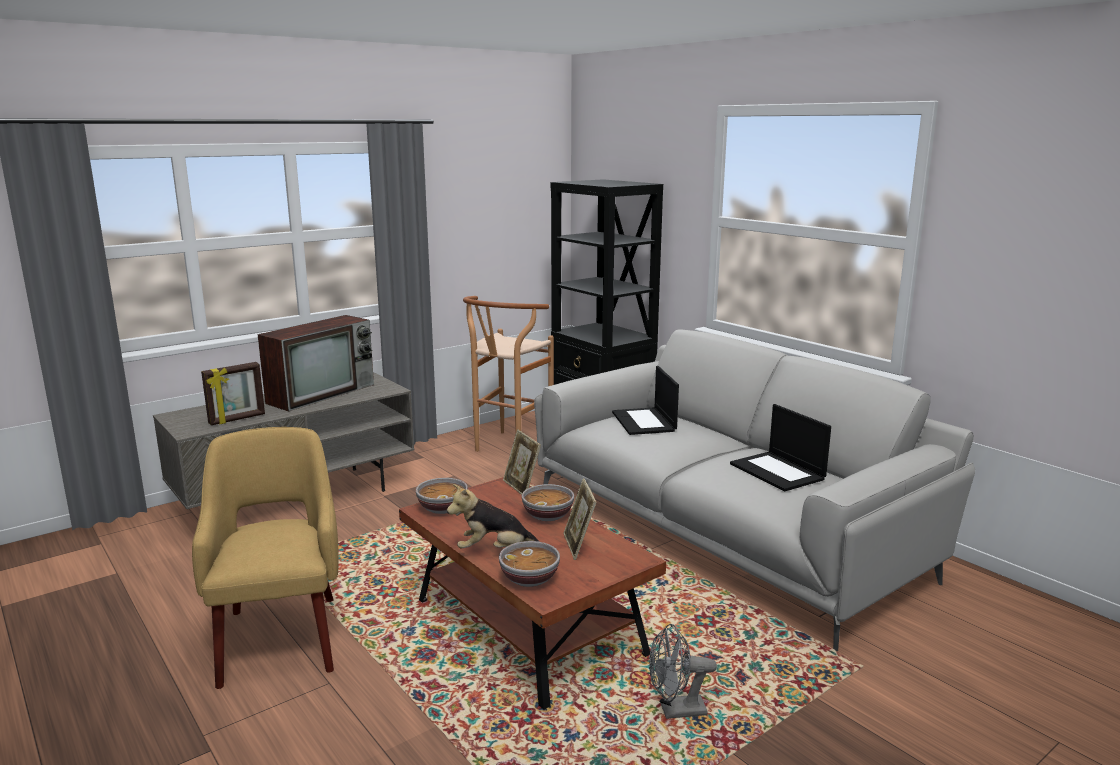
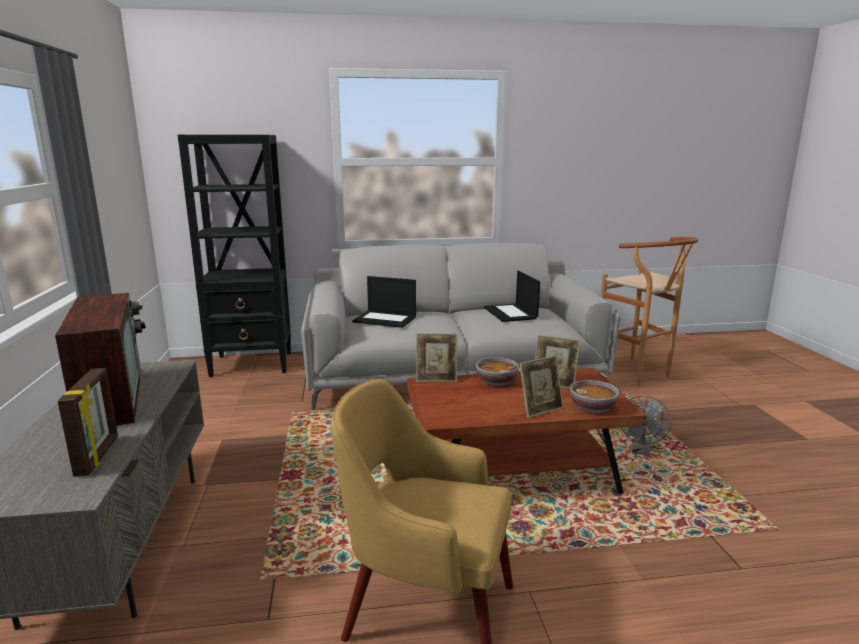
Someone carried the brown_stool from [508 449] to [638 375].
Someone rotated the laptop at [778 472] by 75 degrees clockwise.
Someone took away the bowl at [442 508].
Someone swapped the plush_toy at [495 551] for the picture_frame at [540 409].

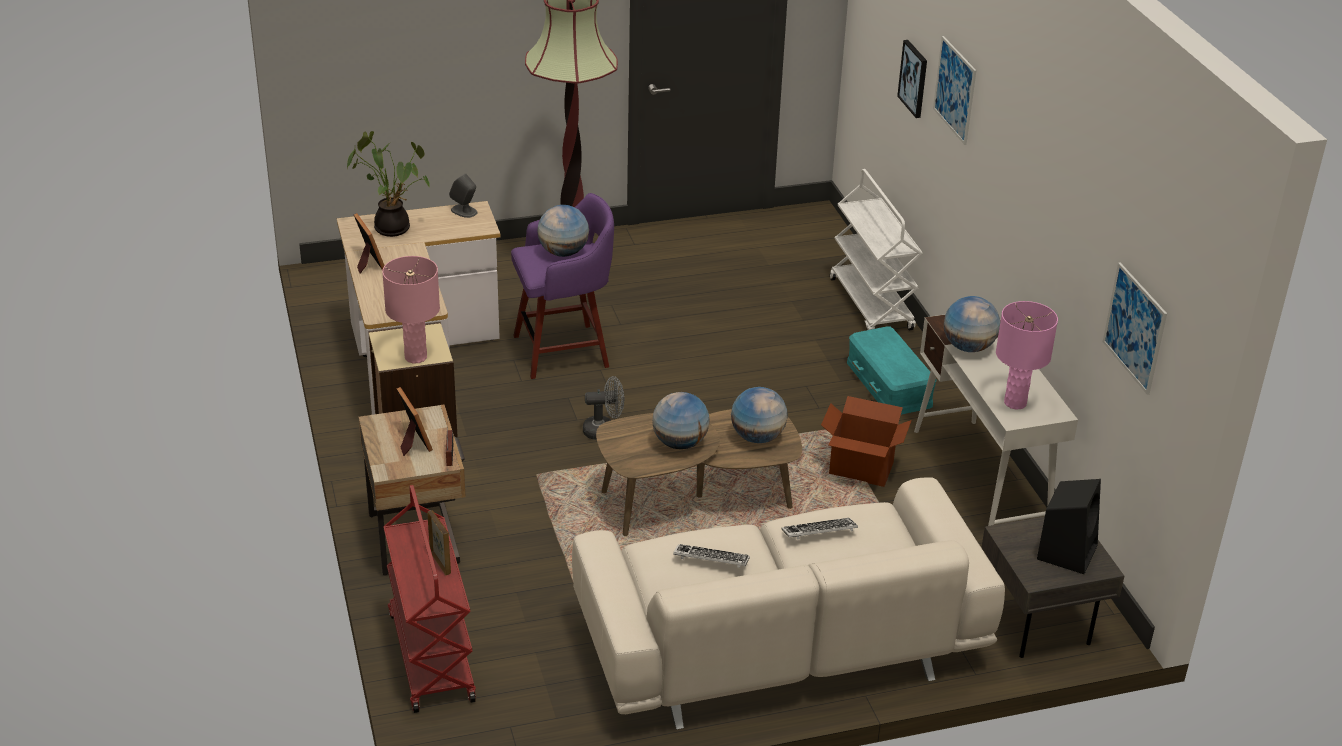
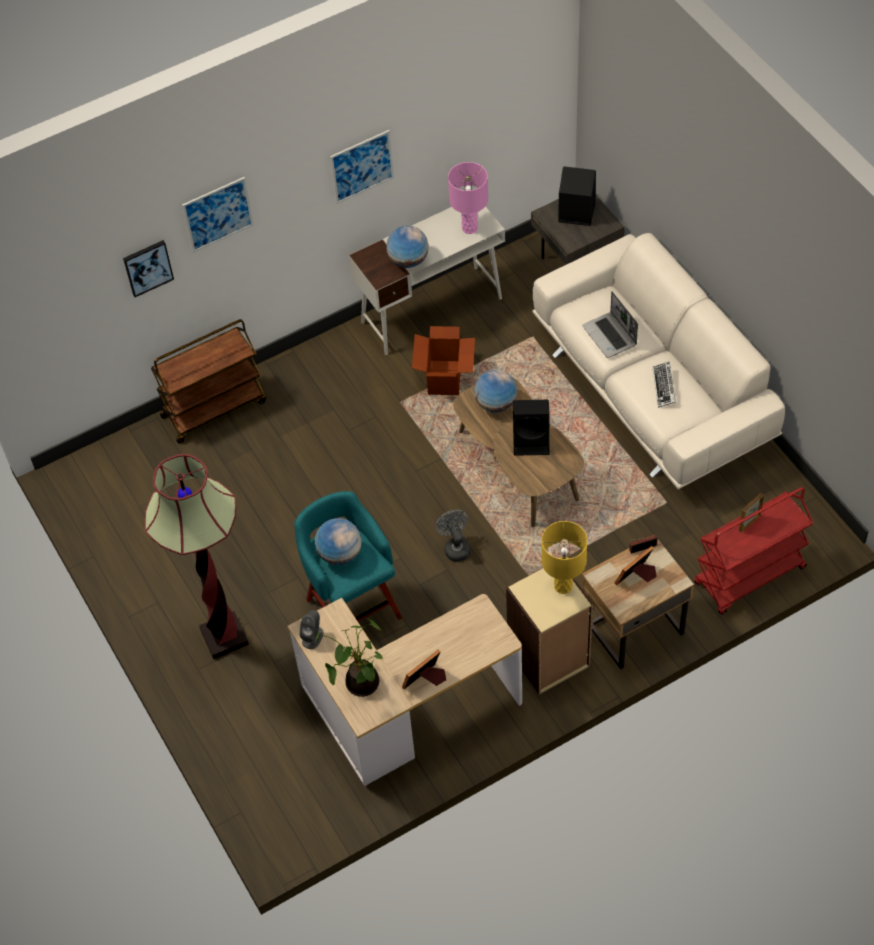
Someone repainted the white_cart at [871 305], which became the brown_cart at [214 408].
Someone repainted the purple_stool at [564 351], which became the turquoise_stool at [352 606].
Someone repainted the pink_table_lamp at [416 357], which became the yellow_table_lamp at [563 586].
Someone carried the picture from [1134 328] to [362 166].
Someone took away the turquoise_storage_box at [890 384].
Someone swapped the globe at [680 443] for the black_speaker at [532 440].
Someone swapped the keyboard at [819 532] for the laptop at [610 336].

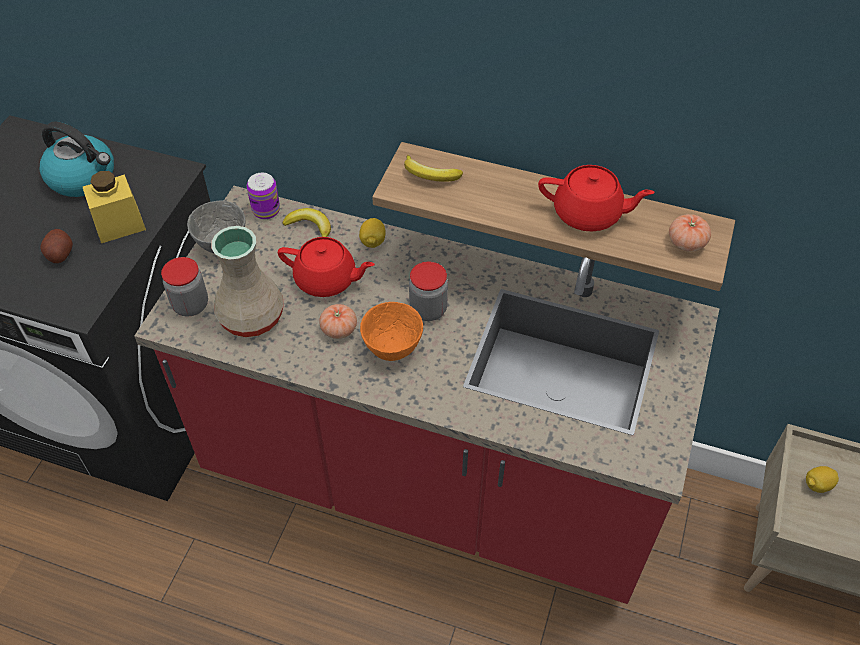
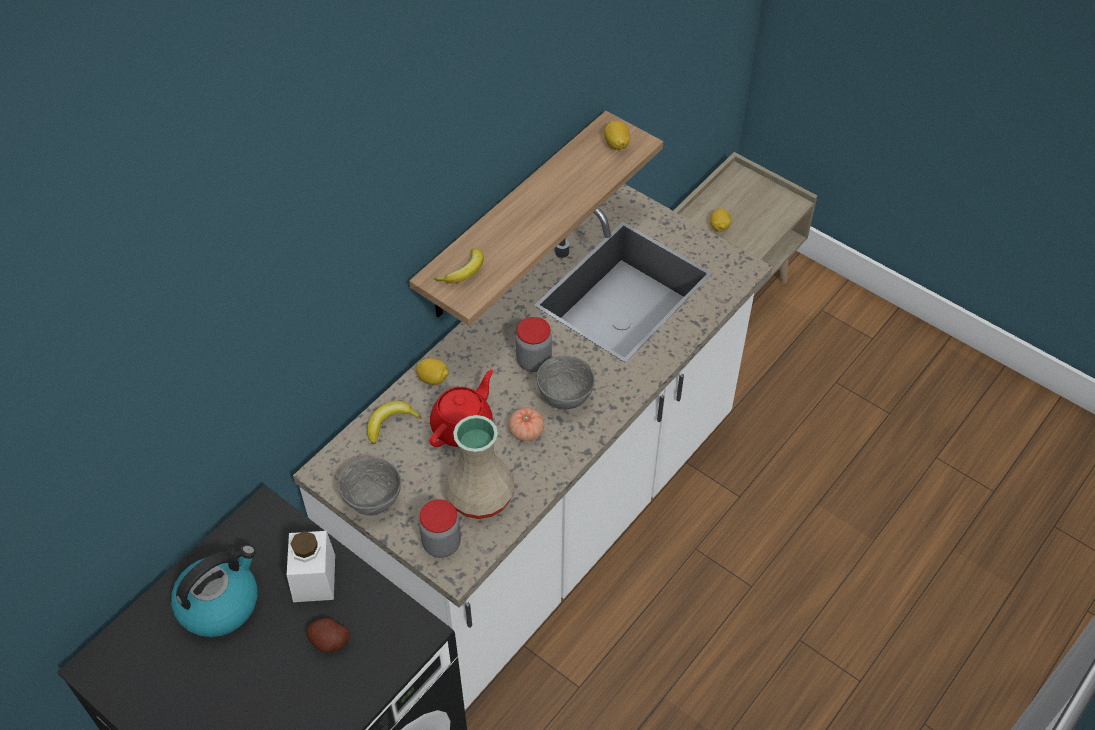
Someone took away the red_teapot at [588 214].
Someone repainted the yellow_jar at [119 224], which became the white_jar at [314 578].
Someone took away the can at [266 210].
Someone repainted the red_counter at [430 480], which became the white_counter at [547 522].
Someone swapped the tomato at [686 242] for the lemon at [616 144].
Someone repainted the orange_bowl at [391 348], which became the grey_bowl at [564 399].

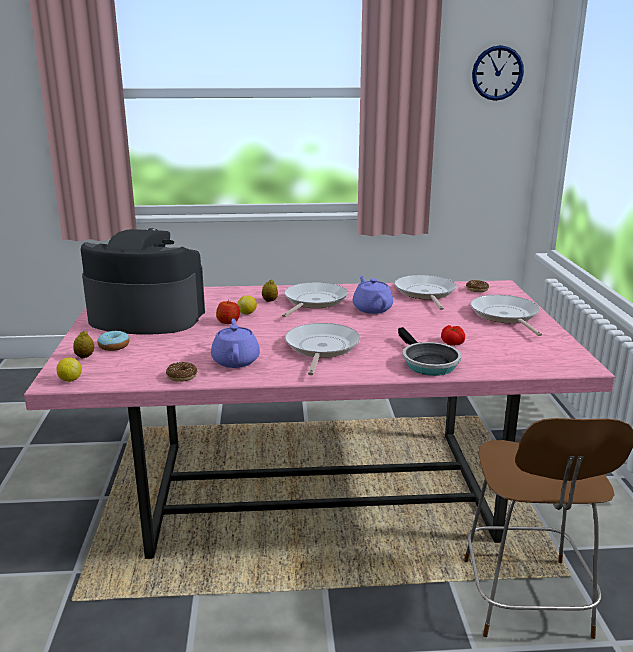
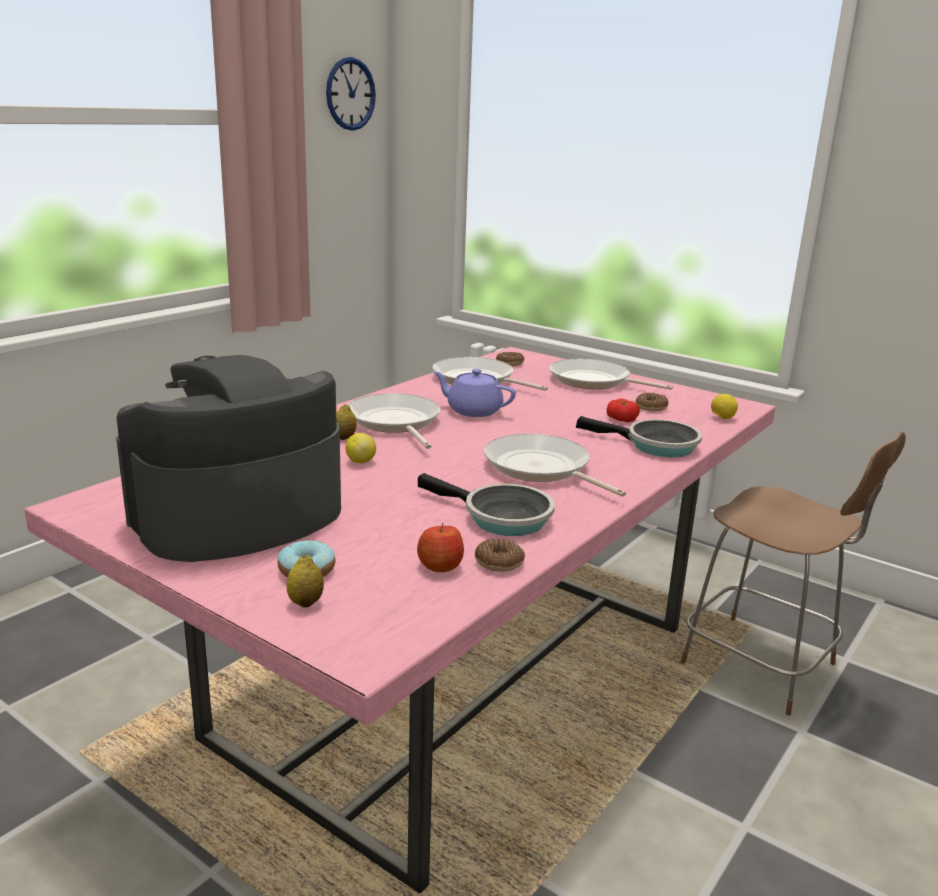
Someone carried the apple from [228 322] to [440 566].
Someone swapped the purple_teapot at [235 360] for the frying_pan at [500 517].
Someone carried the lemon from [70 380] to [722 418].
Someone put down the donut at [651 407].

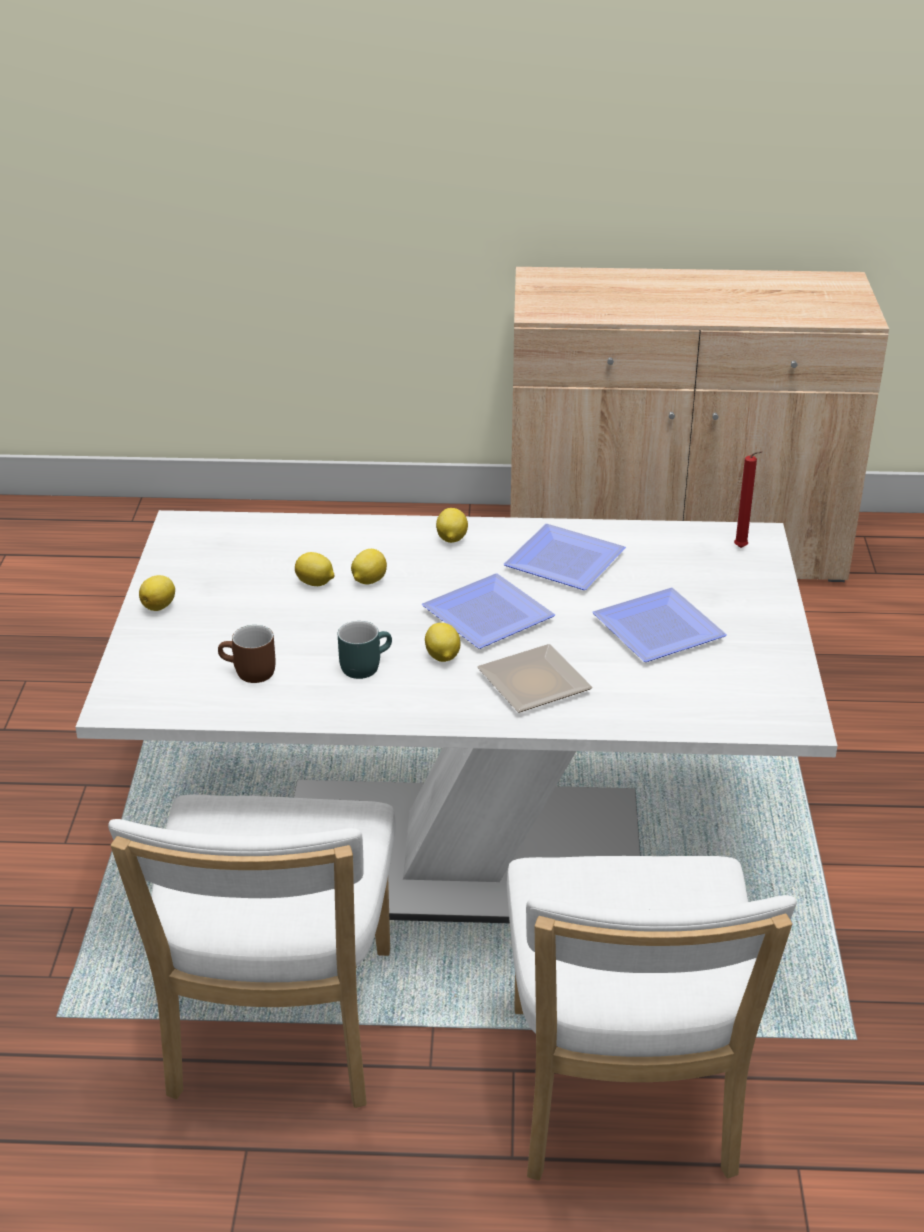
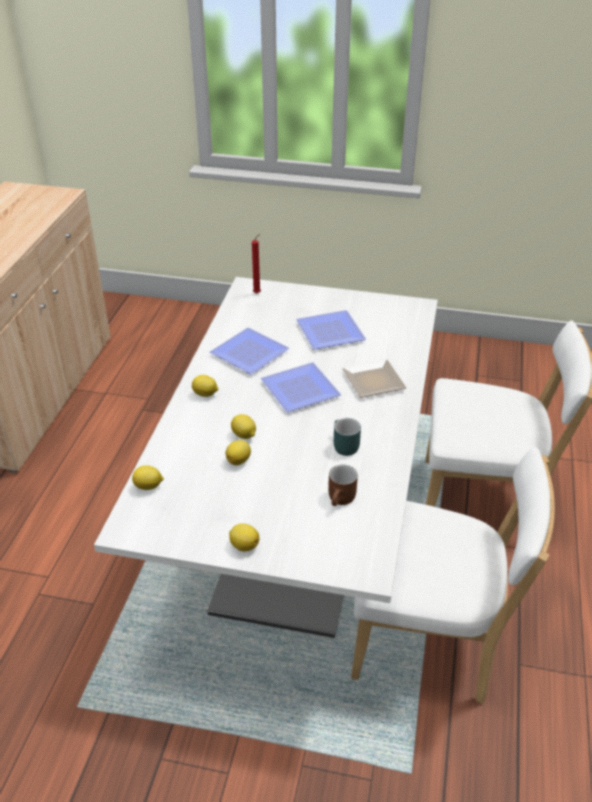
Someone carried the lemon from [442 657] to [149 486].

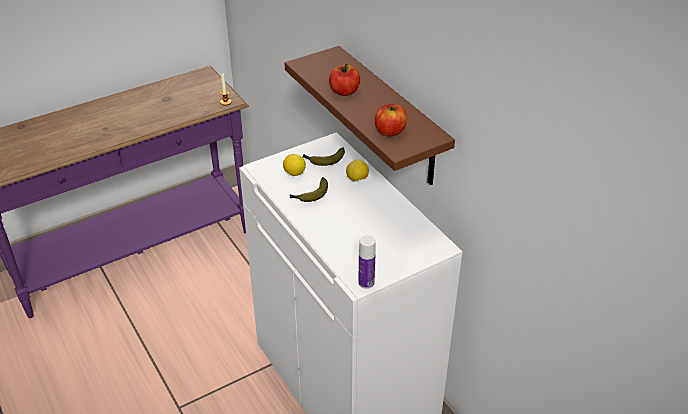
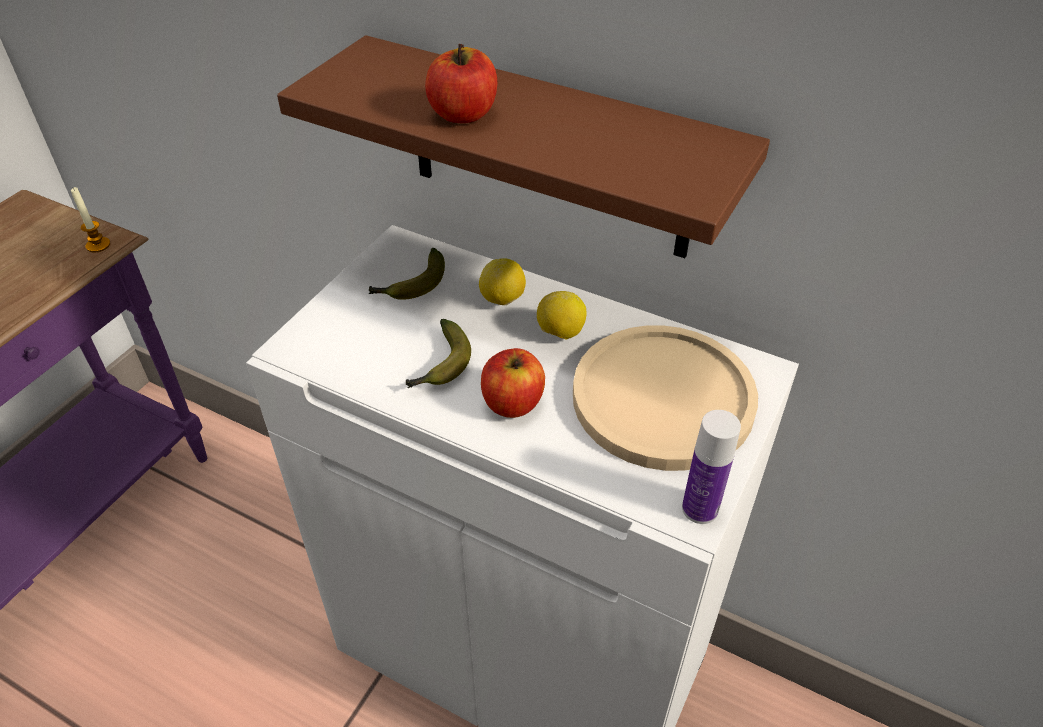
Someone carried the apple from [390 131] to [512 402].
Someone carried the lemon from [294 173] to [560 333].
Someone put down the beige_plate at [663 398].

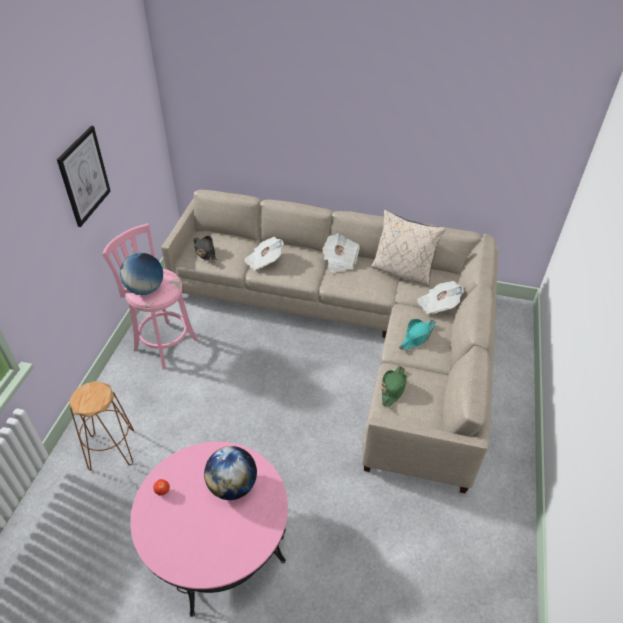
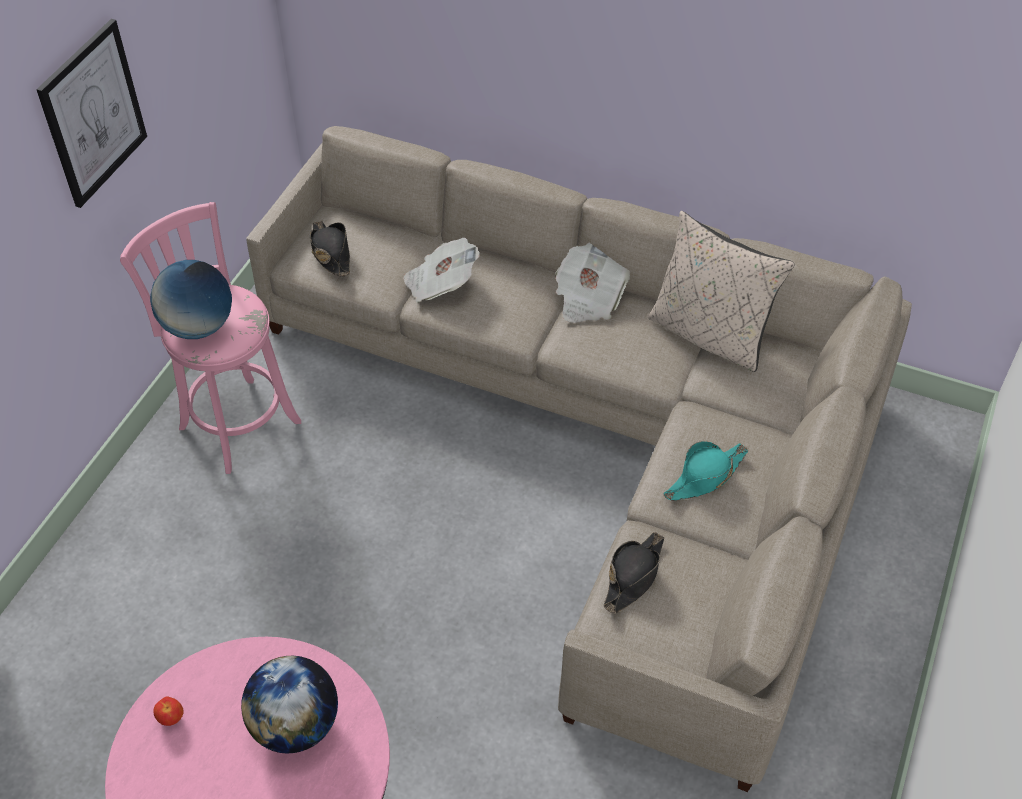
Someone took away the newspaper at [437 305].
Someone repainted the green_hat at [393 388], which became the black_hat at [634 576].
Someone took away the brown_stool at [111 449].

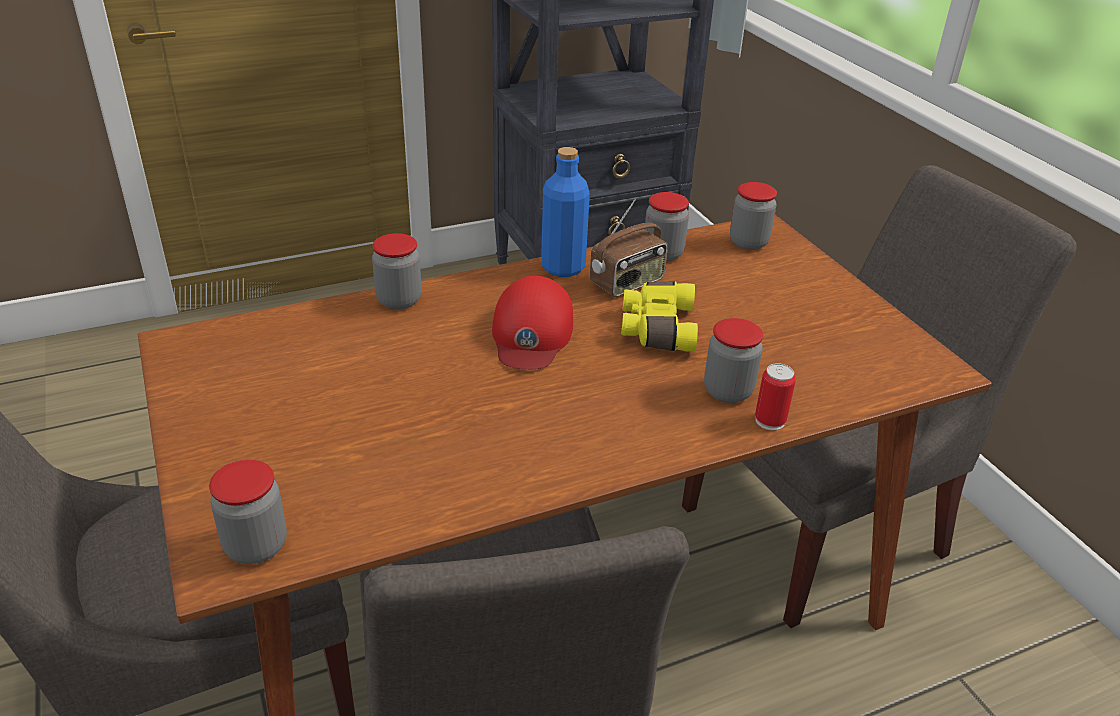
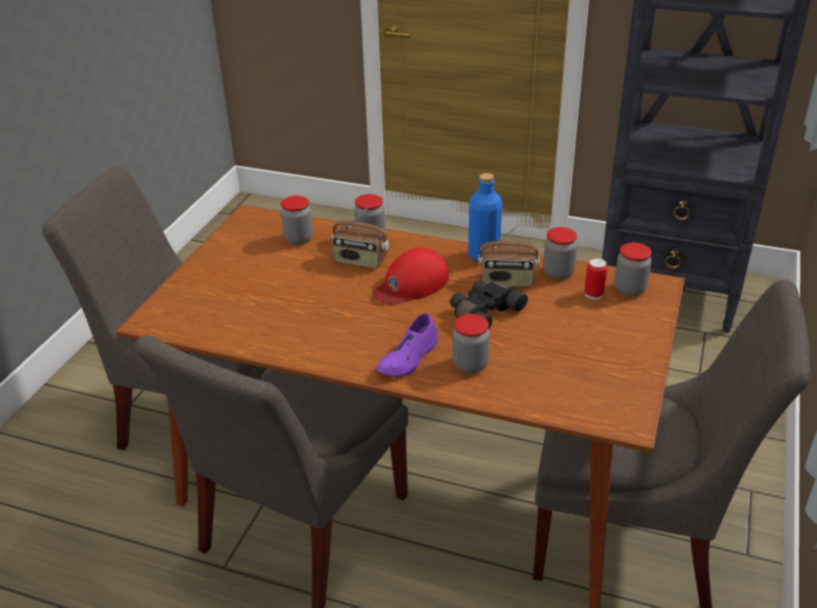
Someone repainted the yellow_binoculars at [656 328], which became the black_binoculars at [484 313].
Someone carried the can from [770 420] to [593 294].
Someone carried the jar from [256 546] to [298 239].
Someone put down the radio at [360 260].
Someone put down the purple_shoe at [408 358].

